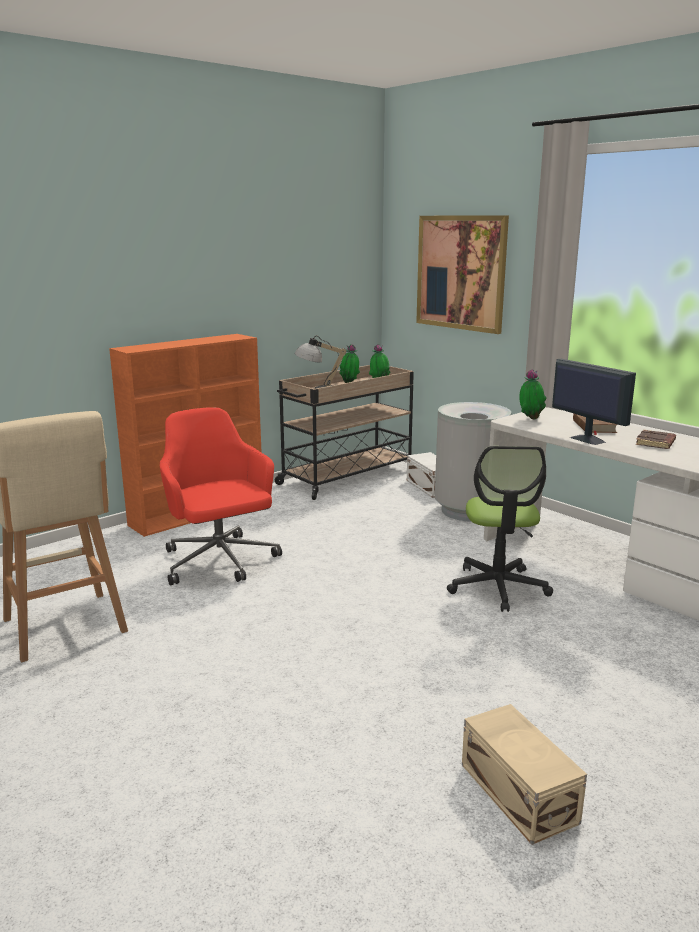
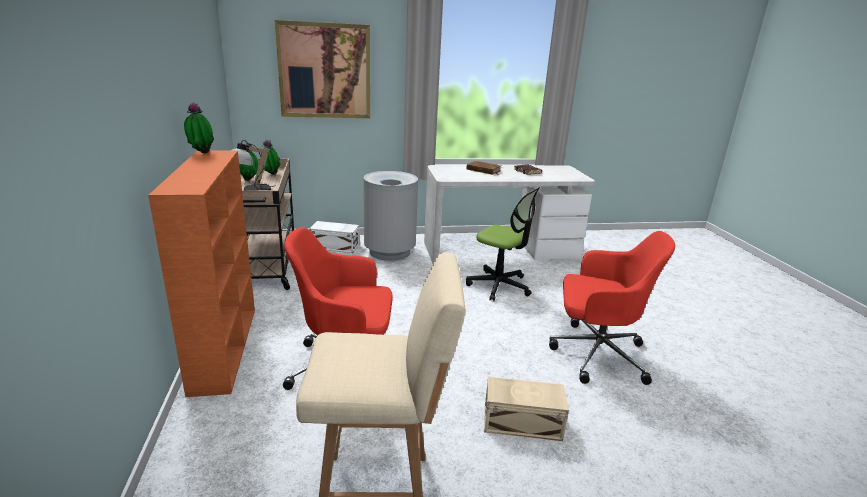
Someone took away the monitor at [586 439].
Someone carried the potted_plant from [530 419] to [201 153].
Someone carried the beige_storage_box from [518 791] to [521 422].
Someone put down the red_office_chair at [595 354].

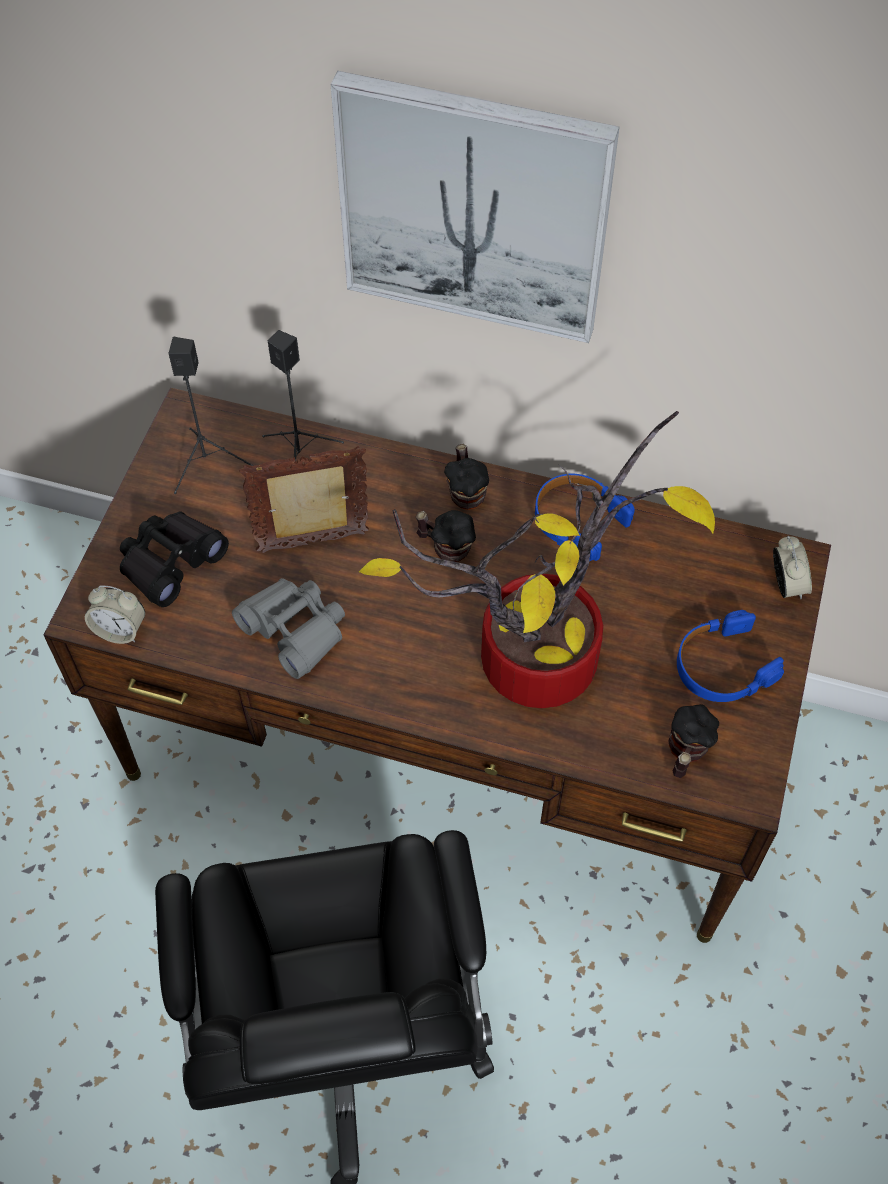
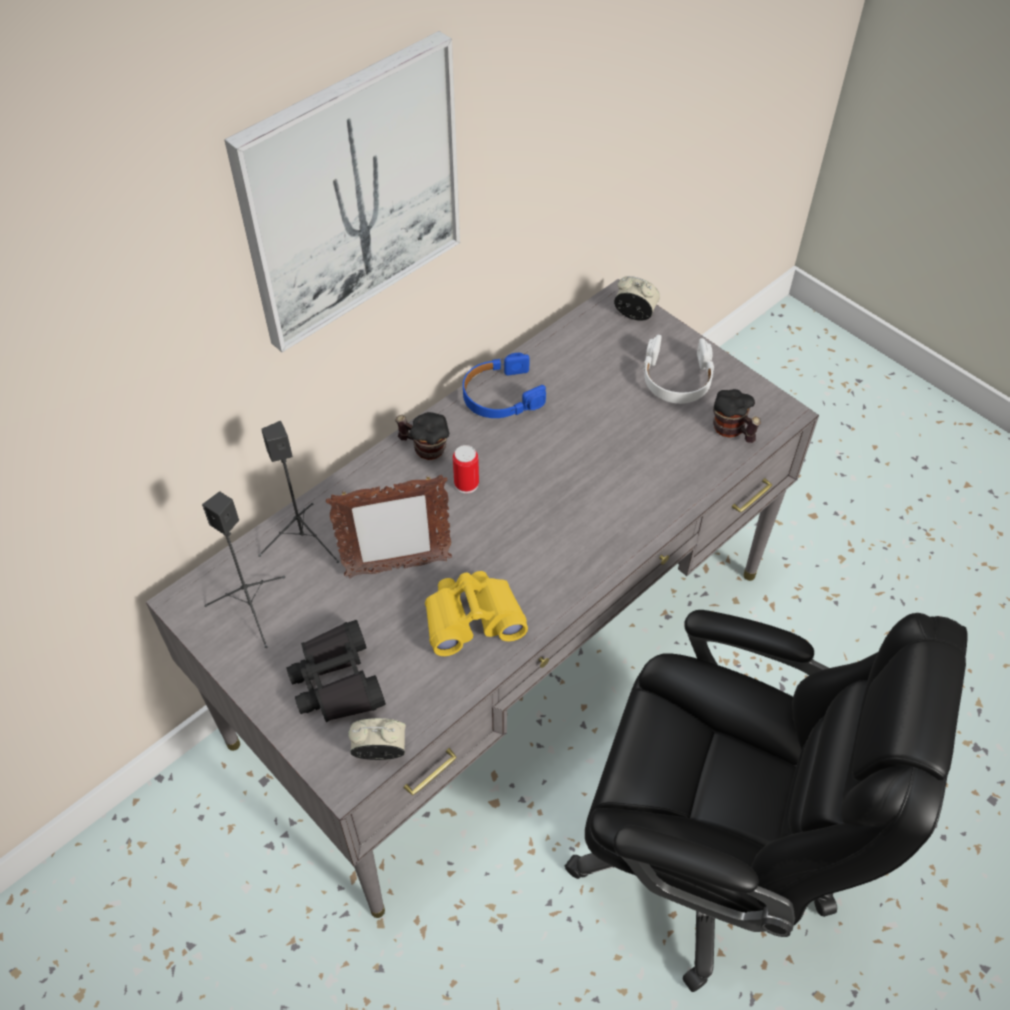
Someone repainted the brown_desk at [445 742], which became the grey_desk at [503 656].
Someone took away the potted_plant at [542 650].
Someone rotated the picture_frame at [314 543] by 120 degrees counterclockwise.
Someone swapped the mug at [446 548] for the can at [466 484].
Someone repainted the grey_binoculars at [295 630], which became the yellow_binoculars at [472 619].
Someone rotated the alarm_clock at [120 630] by 135 degrees counterclockwise.
Someone repainted the blue_headphones at [722 666], which became the white_headphones at [676 378].

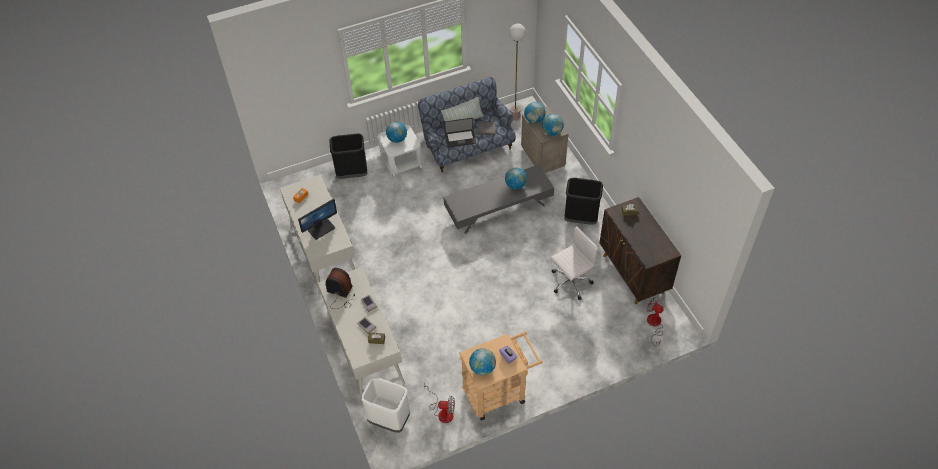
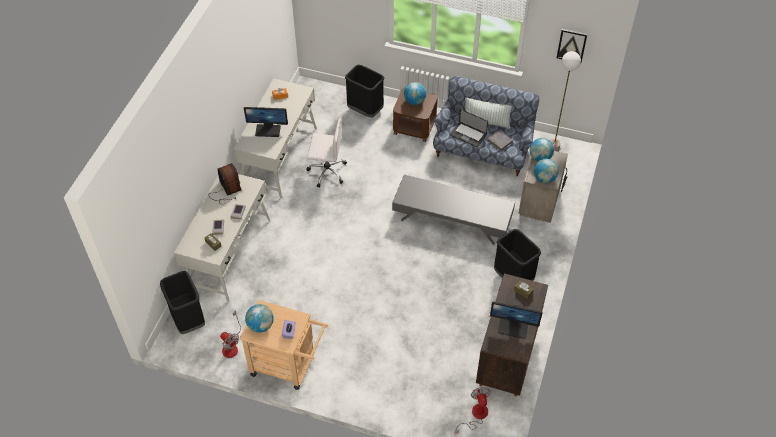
Someone repainted the white_side_table at [401 161], which became the brown_side_table at [414 126].
Someone took away the globe at [515 185].
Someone carried the white_office_chair from [570 282] to [326 171].
Someone repainted the white_trash_can at [389 420], which became the black_trash_can at [188 320].
Someone put up the picture at [571 45].
Someone put down the monitor at [513 327].

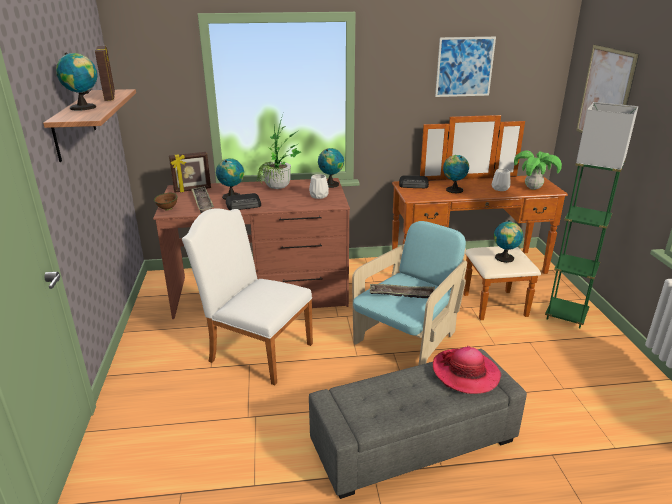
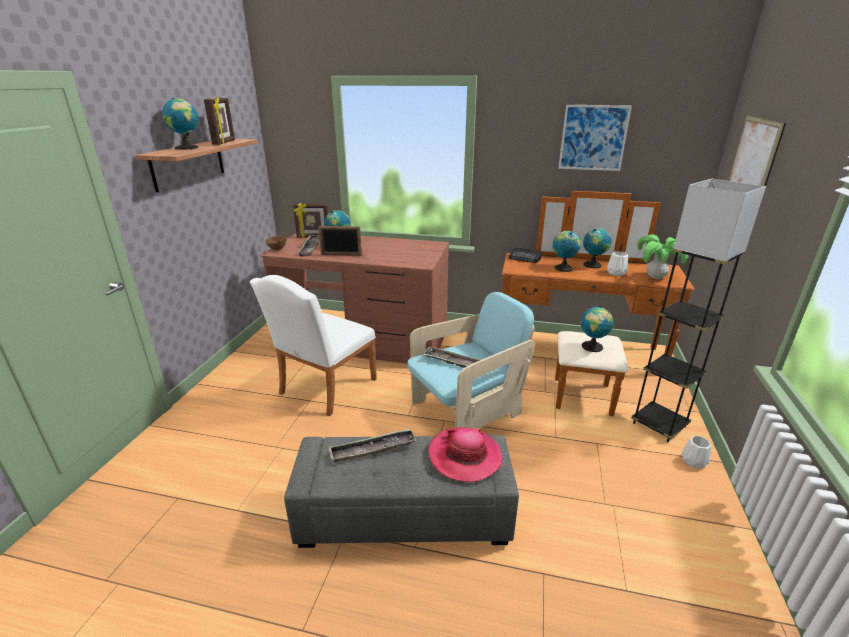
Someone repainted the green_floor_lamp at [566 316], which became the grey_floor_lamp at [659 425].
Someone took away the potted_plant at [279 189].
Someone carried the globe from [331 184] to [593 264].
Someone carried the white_vase from [319 196] to [694 461].
Someone swapped the radio at [244 205] for the picture_frame at [341 255].
Someone rotated the white_chair at [256 350] by 105 degrees counterclockwise.
Someone put down the tray at [373 449].

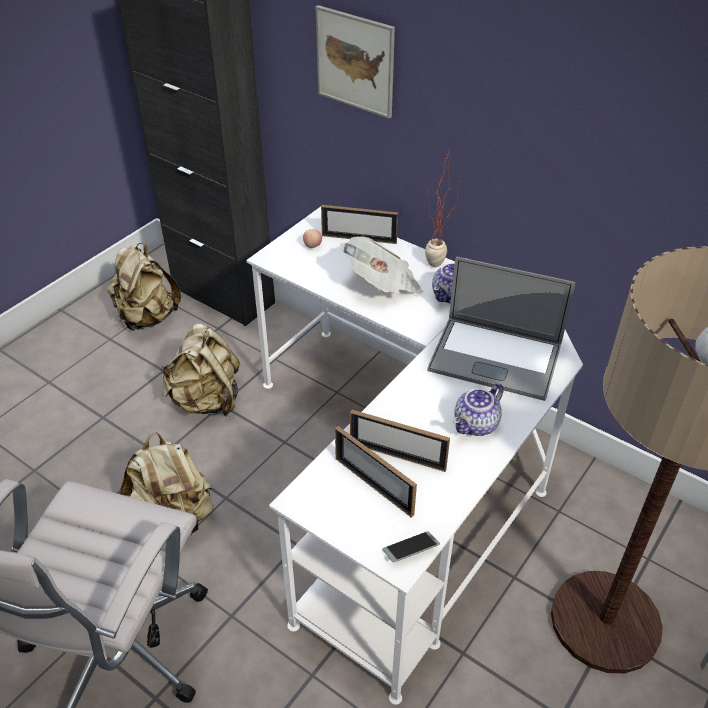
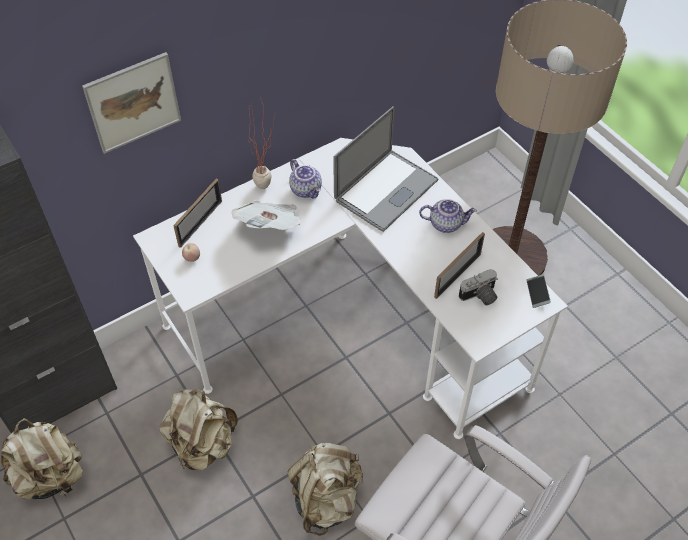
Someone rotated the teapot at [476 425] by 60 degrees counterclockwise.
Someone swapped the picture_frame at [373 486] for the photo_camera at [479 296].

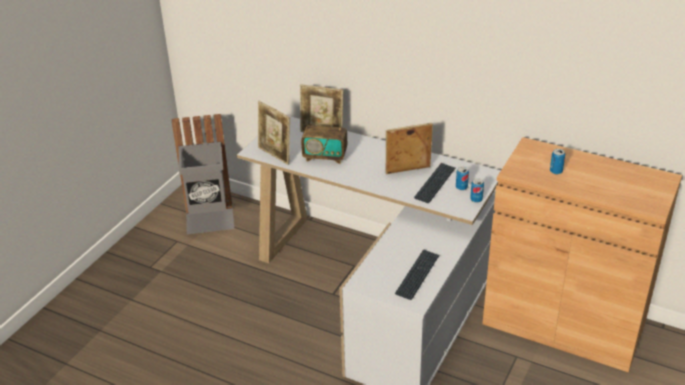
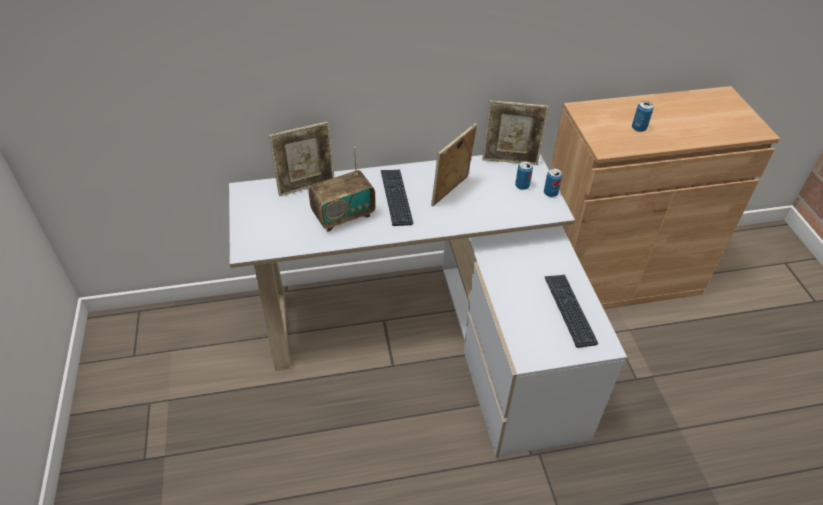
Someone carried the picture_frame from [275 155] to [510 160].
Someone took away the grey_trash_can at [210 220].
Someone carried the keyboard from [435 183] to [396 197].

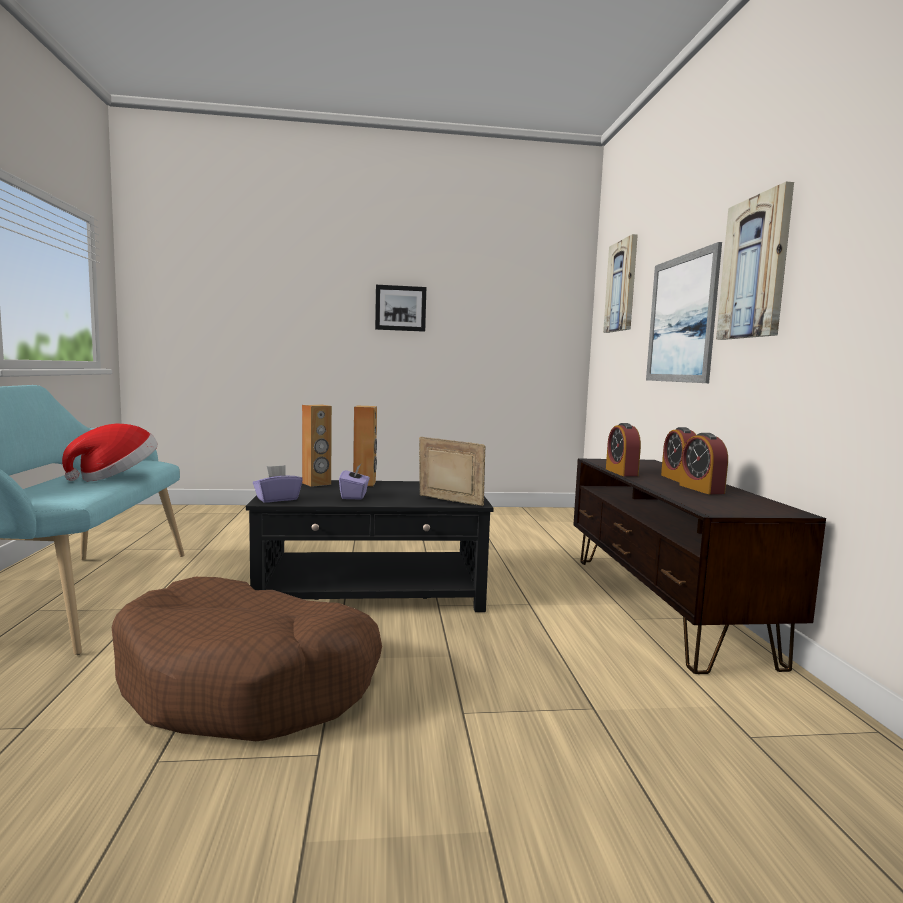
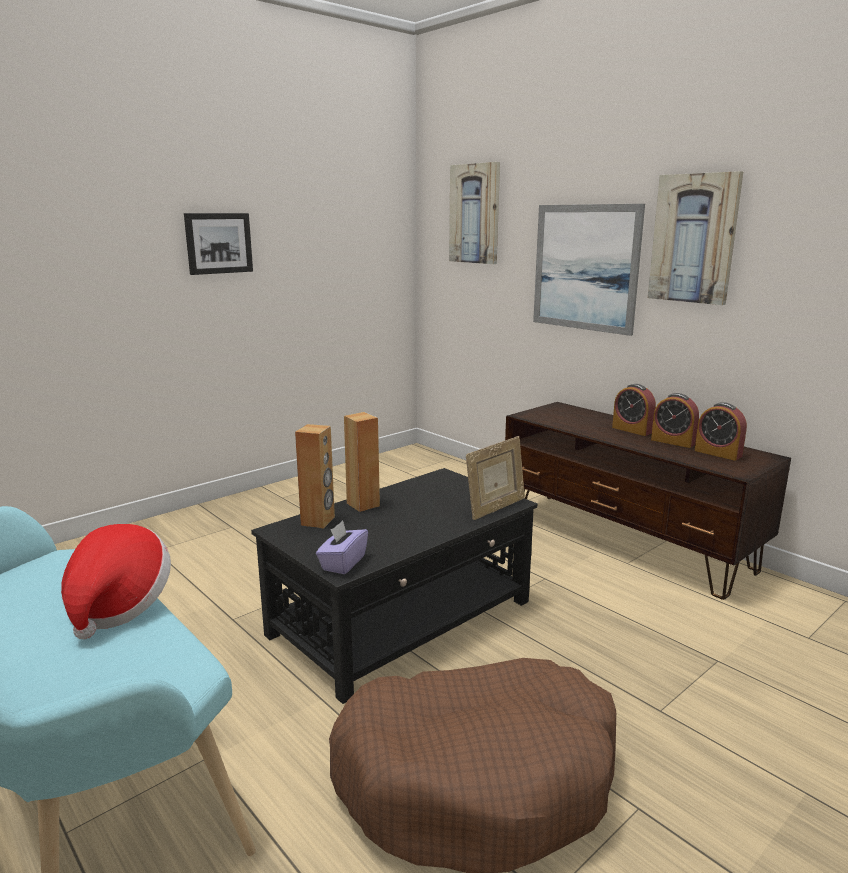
Someone carried the alarm_clock from [621 472] to [718 453].
Someone rotated the picture_frame at [450 502] by 150 degrees clockwise.
Someone took away the purple_tissue_box at [354 496].

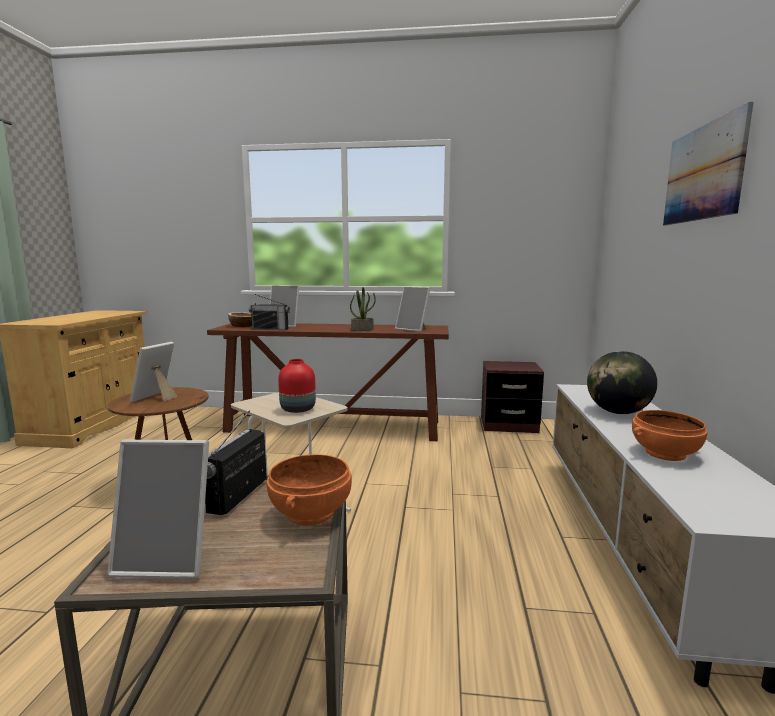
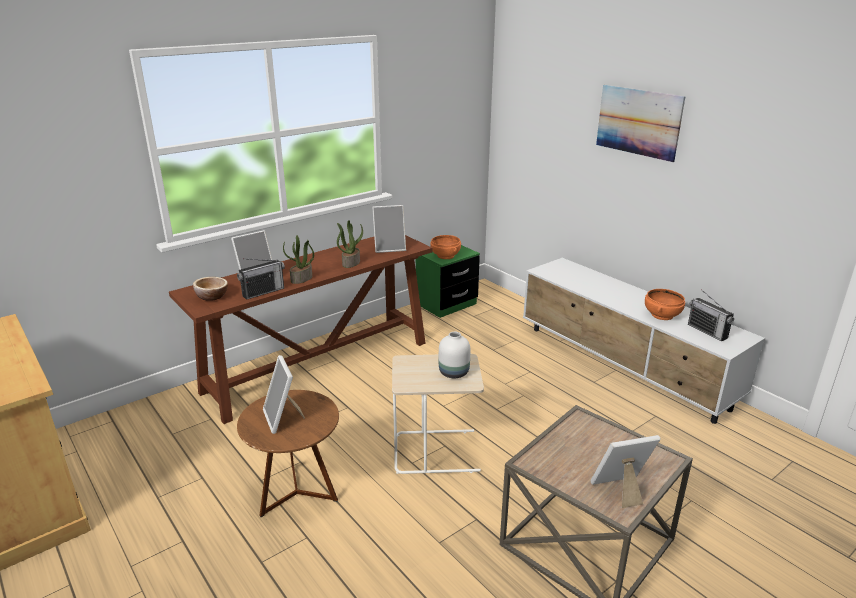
Someone took away the globe at [618 412].
Someone repainted the red_vase at [297 409], which became the white_vase at [453 373].
Someone repainted the brown_nightstand at [508 425], which became the green_nightstand at [446 304].
Someone carried the radio from [238 495] to [707 331].
Someone rotated the picture_frame at [169 558] by 150 degrees counterclockwise.
Someone carried the orange_bowl from [311 513] to [446 256].
Someone put down the potted_plant at [301 279].

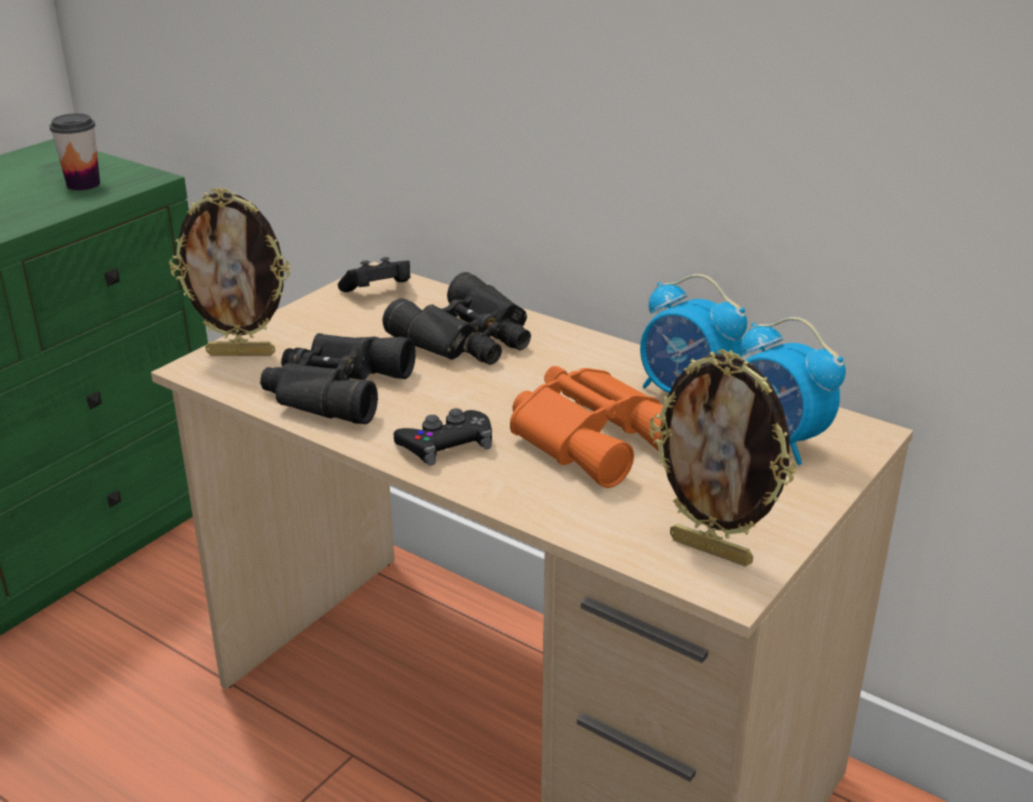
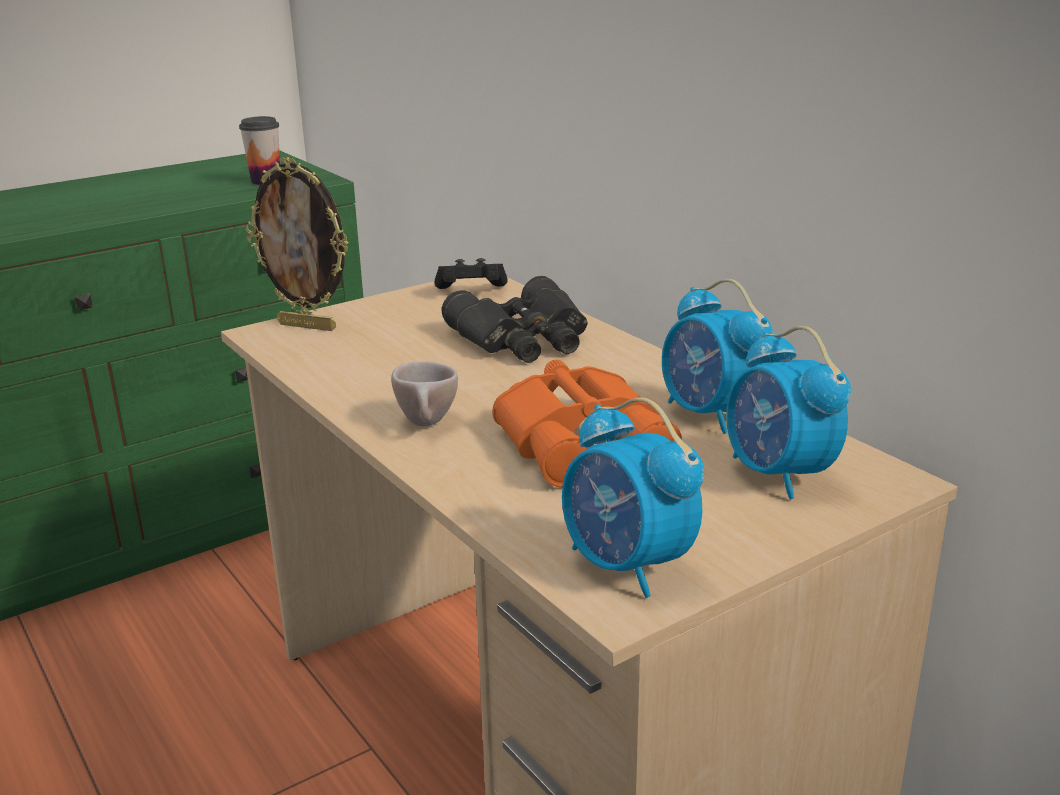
Someone took away the black_binoculars at [332 390].
Someone swapped the picture_frame at [712 550] for the alarm_clock at [627 566].
Someone swapped the black_game_controller at [446 445] for the beige_cup at [428 425].

